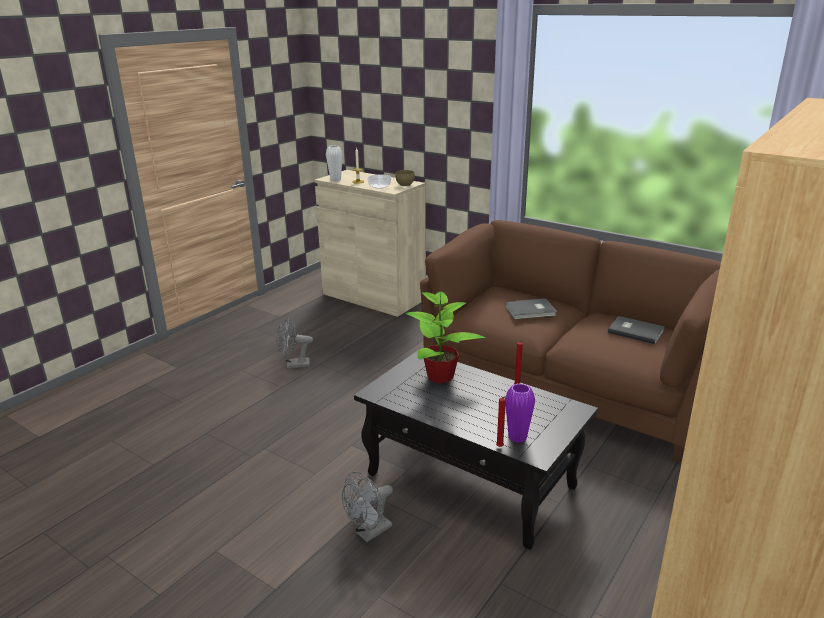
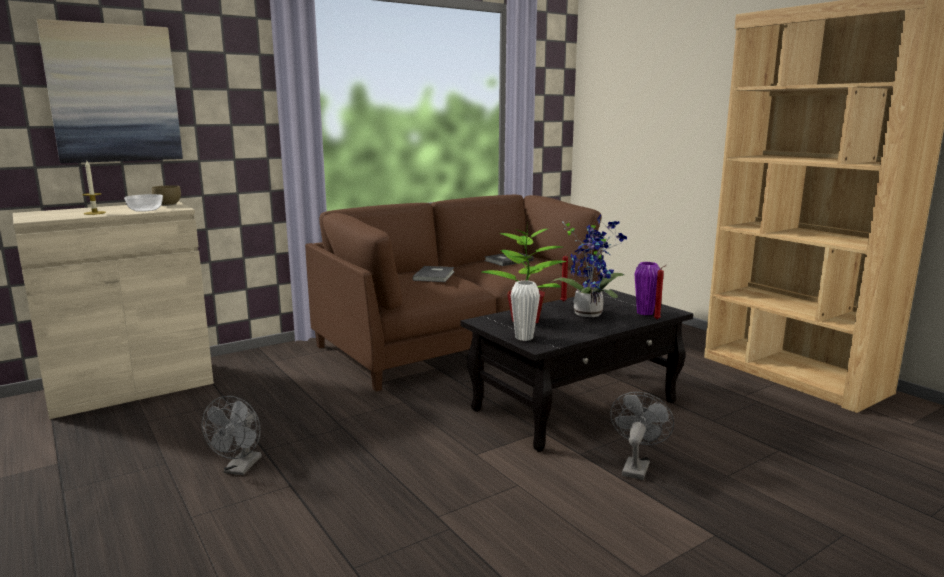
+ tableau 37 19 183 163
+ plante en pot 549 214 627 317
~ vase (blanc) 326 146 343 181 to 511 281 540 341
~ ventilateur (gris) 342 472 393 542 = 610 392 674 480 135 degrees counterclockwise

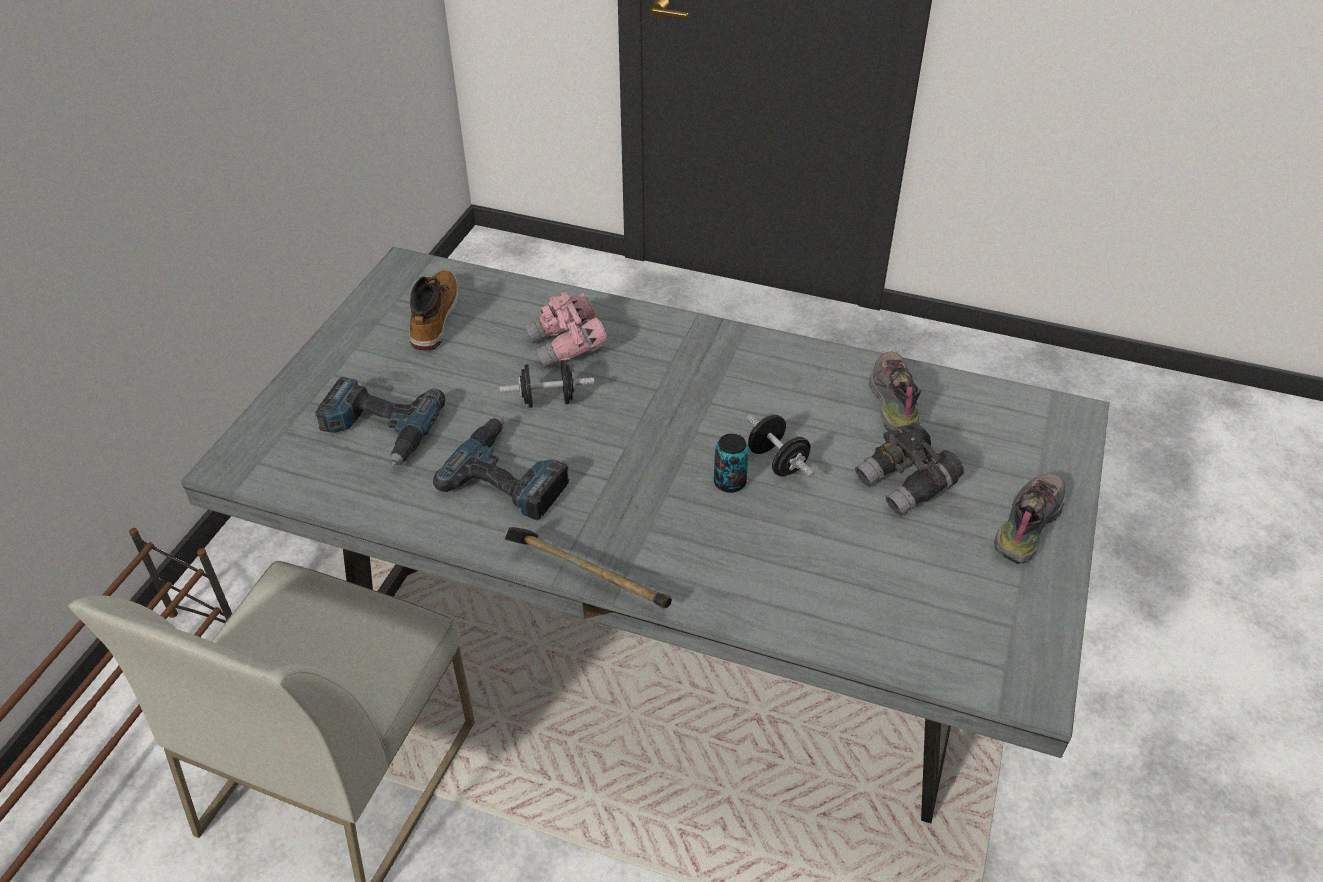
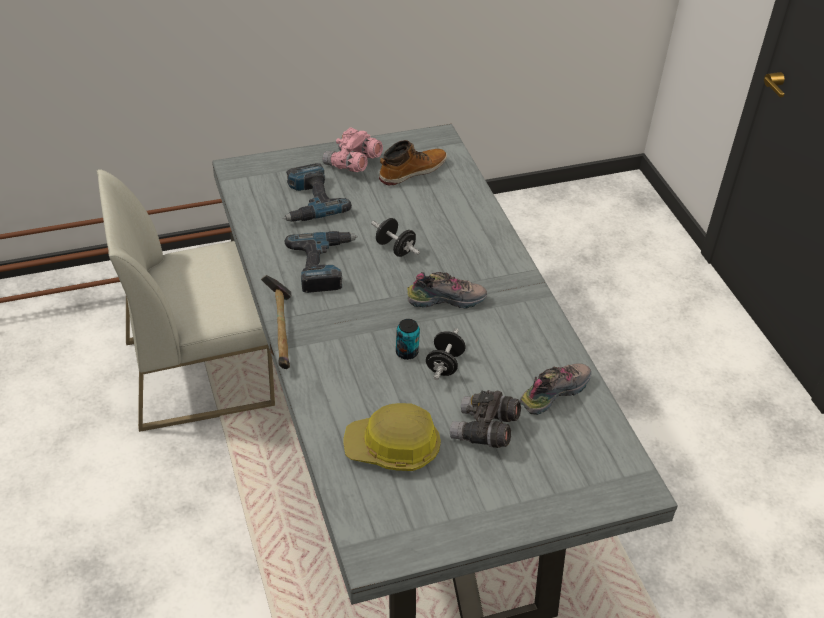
+ casque de chantier 343 403 441 471
~ jumelles (rose) 525 292 608 368 to 322 127 383 172
~ chaussure 994 473 1066 564 to 407 272 487 308

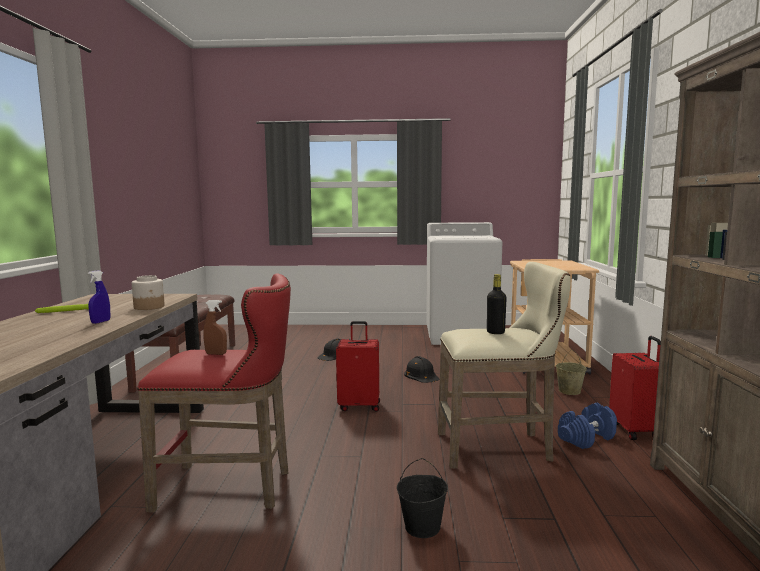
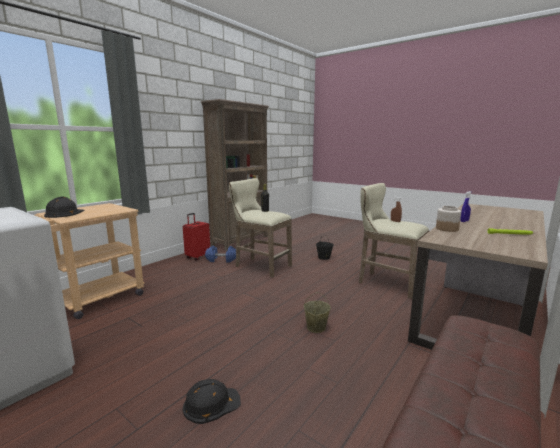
- valise (rouge) 336 321 380 412
~ casque de chantier (noir) 404 356 439 383 to 44 197 85 218
~ seau (beige) 555 350 587 395 to 304 292 331 333
~ tabouret (rouge) 137 273 291 512 to tabouret (beige) 359 183 429 299

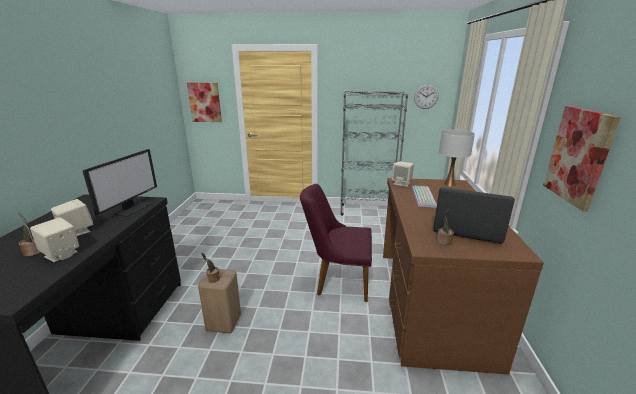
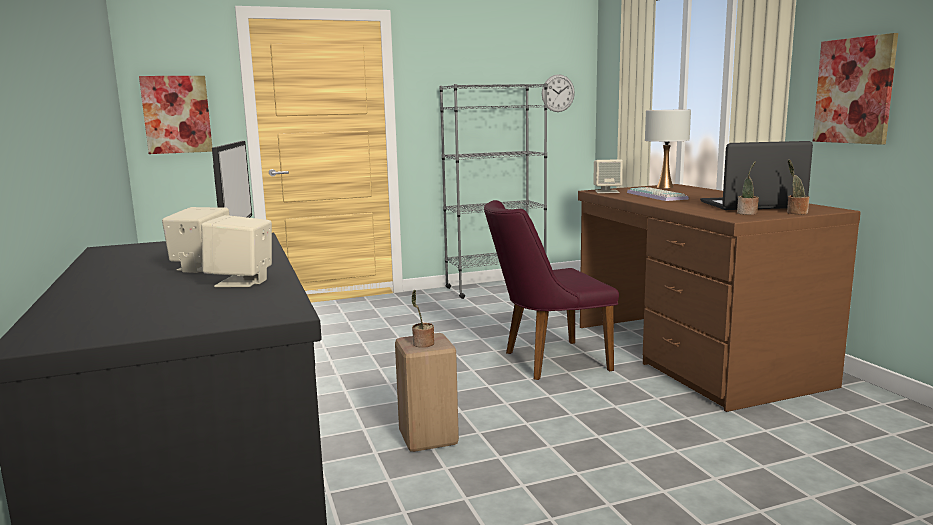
~ plante en pot 17 212 40 257 to 787 159 809 214

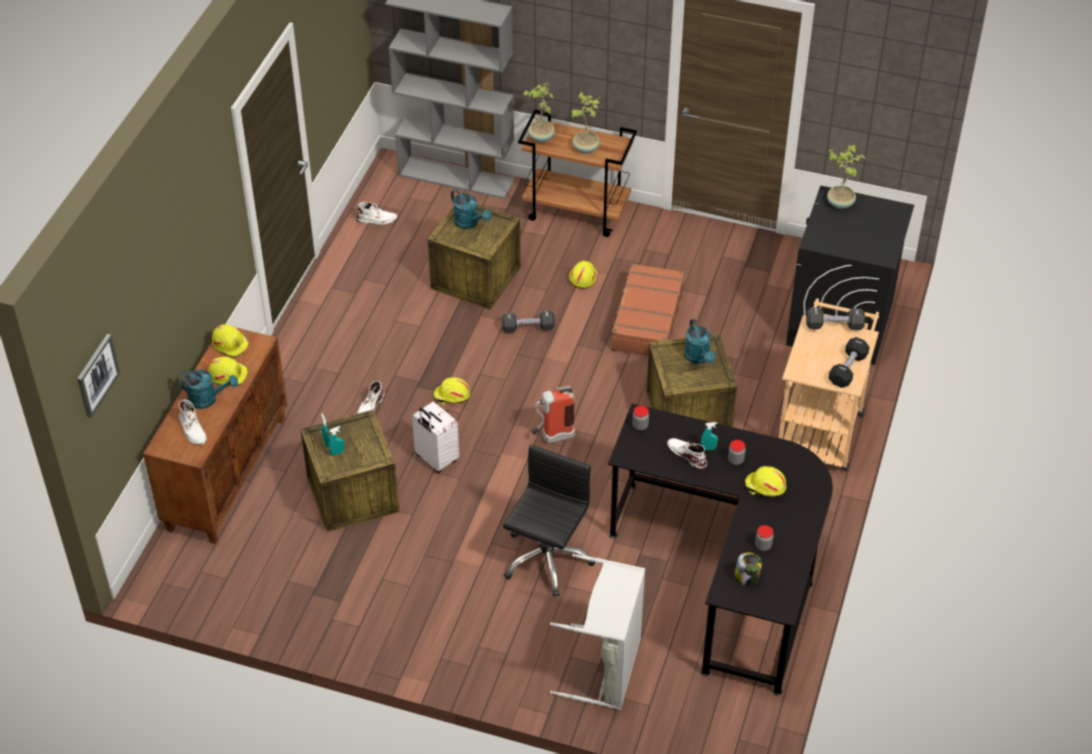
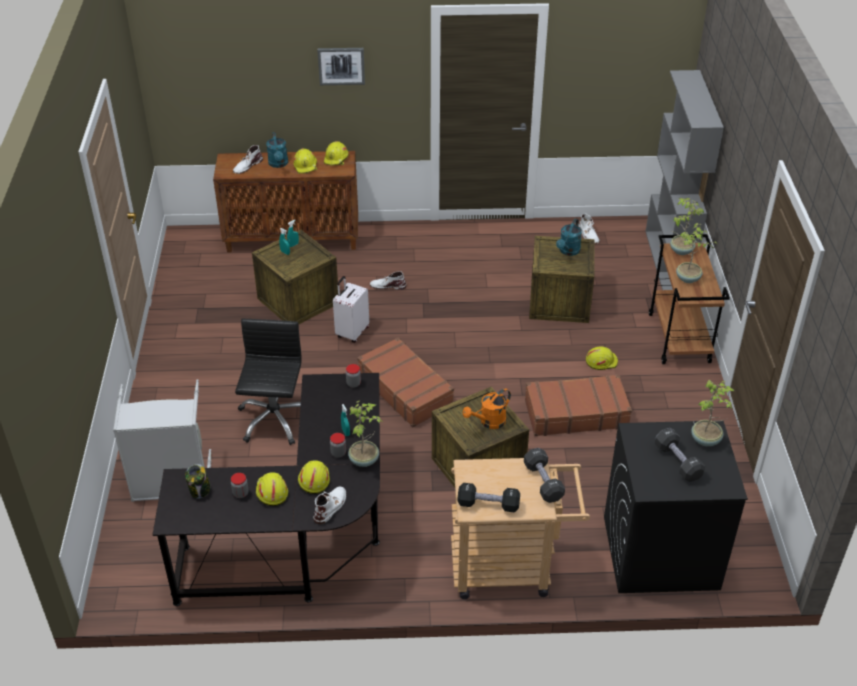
+ plante en pot 348 401 383 467
~ tableau 77 334 120 418 to 317 48 365 85
~ casque de chantier (jaune) 433 377 470 405 to 256 472 288 506
~ haltère (noir) 502 310 555 333 to 655 428 705 482
~ botte (blanc) 667 438 707 470 to 313 487 346 524
~ extincteur 531 386 575 443 to valise (marron) 357 337 454 427
~ arrosoir (turquoise) 684 319 715 364 to arrosoir (orange) 463 389 511 429
~ chaise de bureau (noir) 503 445 595 597 = 235 319 302 445 90 degrees counterclockwise

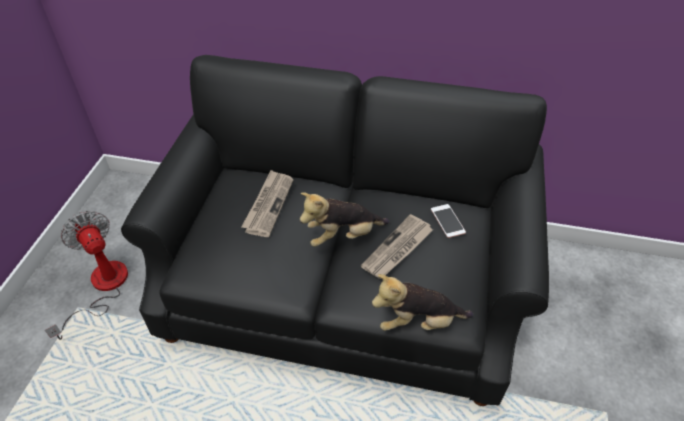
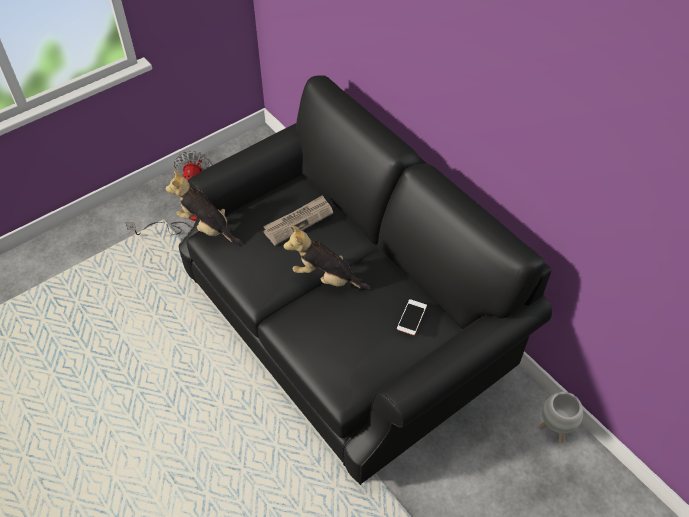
- journal 361 214 433 279
+ cache-pot (blanc) 539 392 583 443
~ peluche 372 274 473 331 to 166 170 243 245

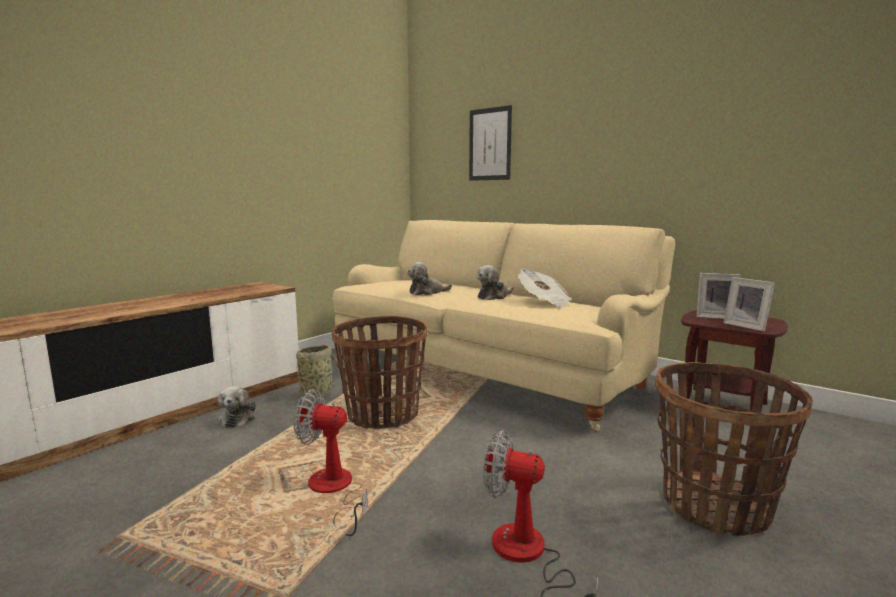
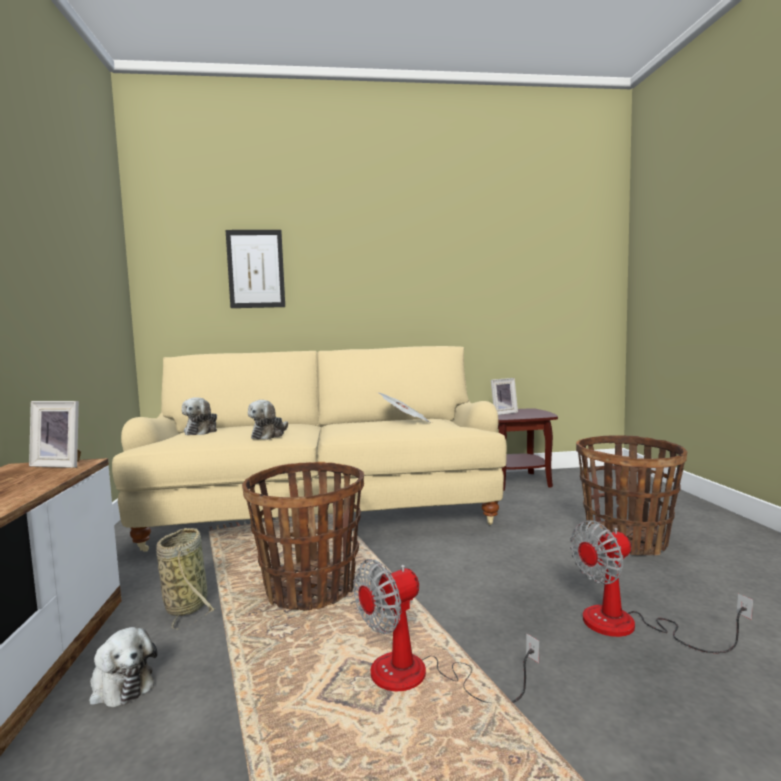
~ peluche 476 265 514 300 to 182 397 217 435
~ cadre photo 723 277 775 331 to 29 401 81 468

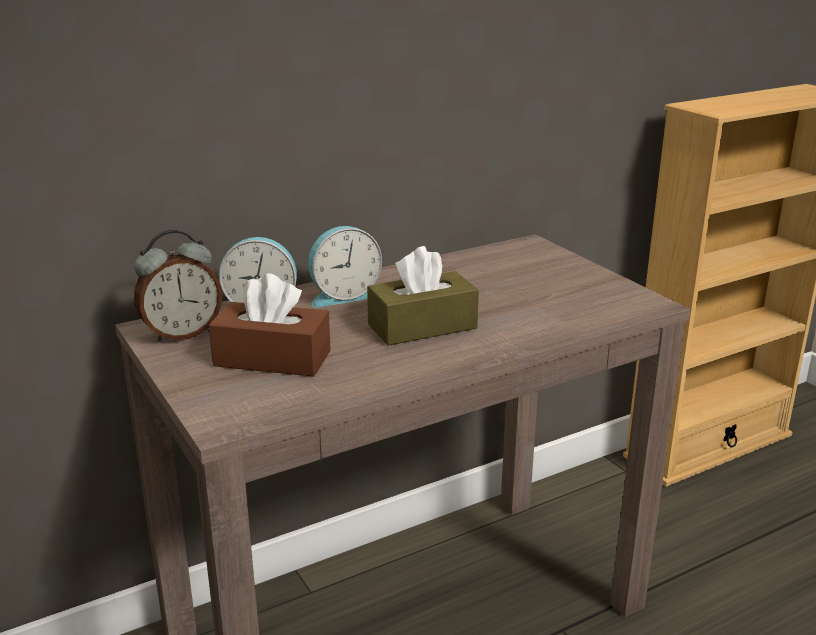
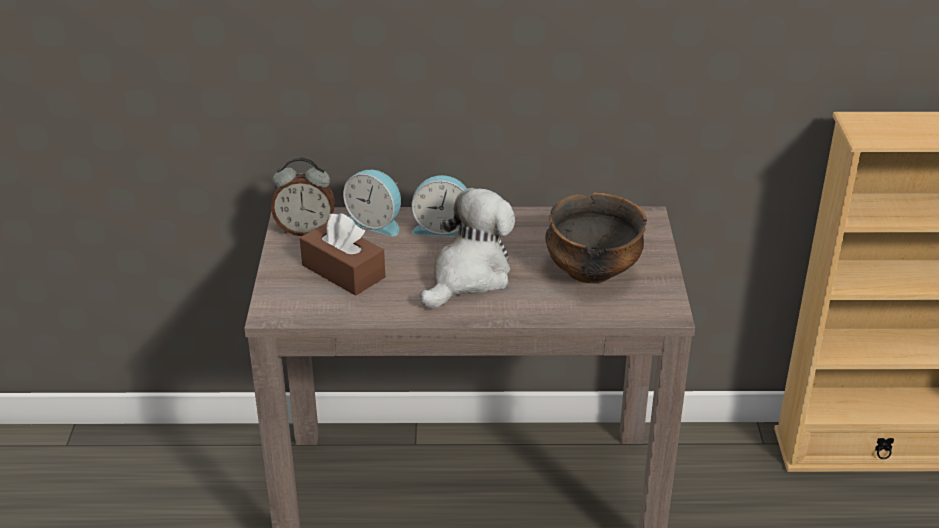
+ bol 545 192 647 283
~ boîte à mouchoirs (marron) 367 246 479 345 to peluche 421 188 515 308

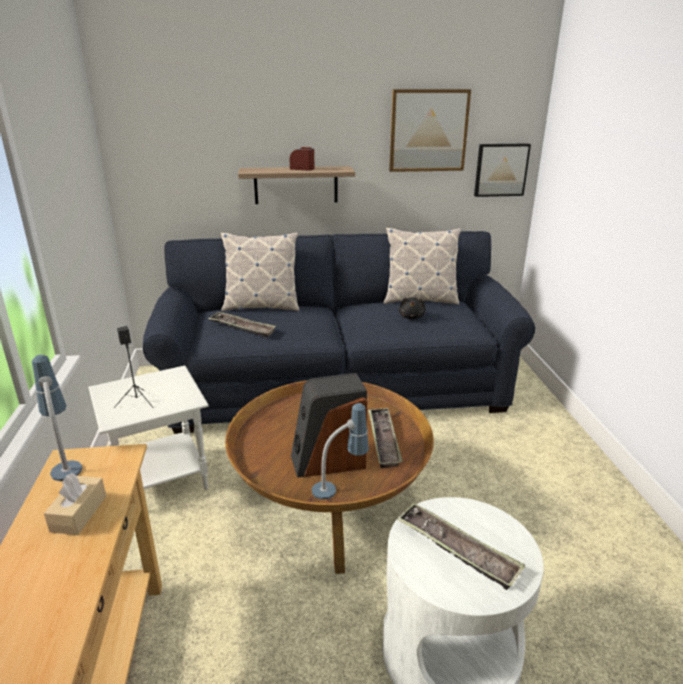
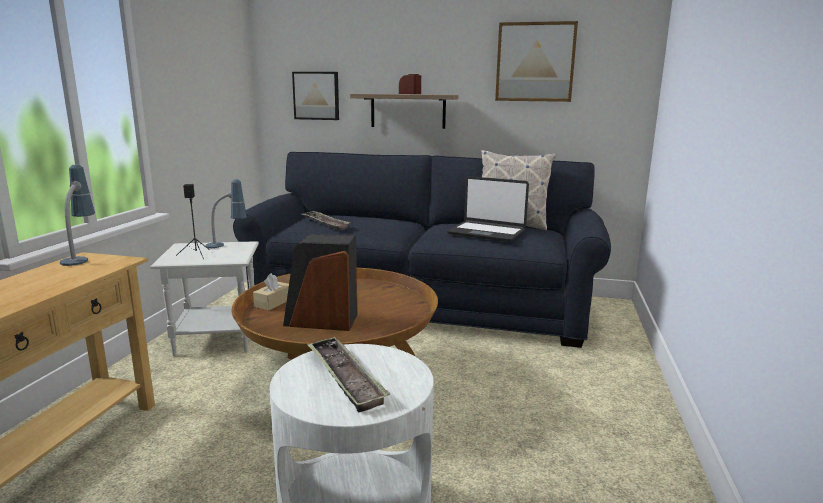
- coussin 221 232 299 311
- plateau 368 408 403 468
~ boîte à mouchoirs (beige) 44 473 106 535 to 253 273 289 310
~ lampe de table 312 403 369 499 to 205 179 247 248
~ tableau 474 143 531 197 to 292 72 339 120
~ peluche (noir) 399 297 426 319 to ordinateur portable 447 176 529 242

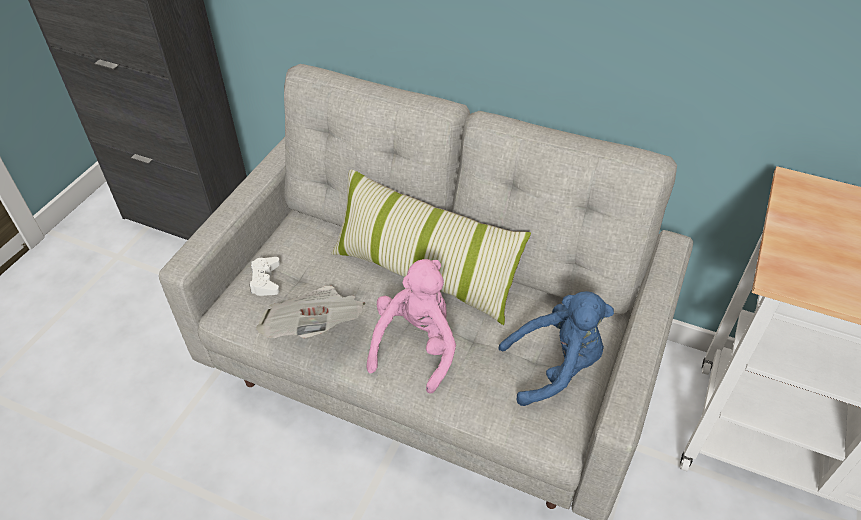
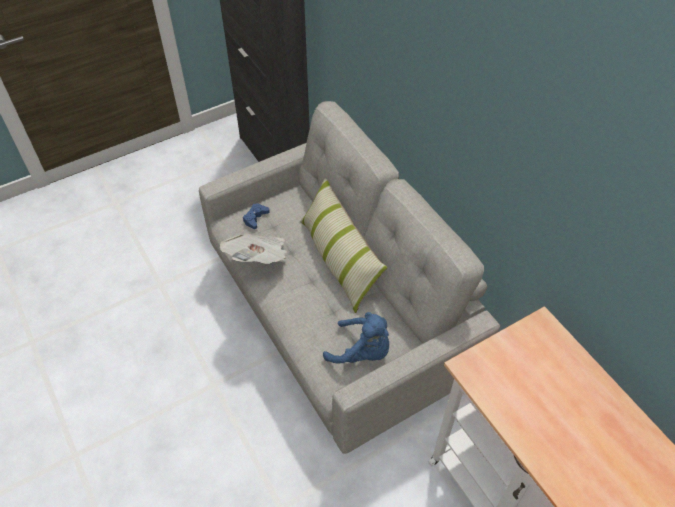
- peluche (rose) 367 259 456 394
~ manette (blanc) 250 257 280 296 to manette (bleu) 243 203 270 229

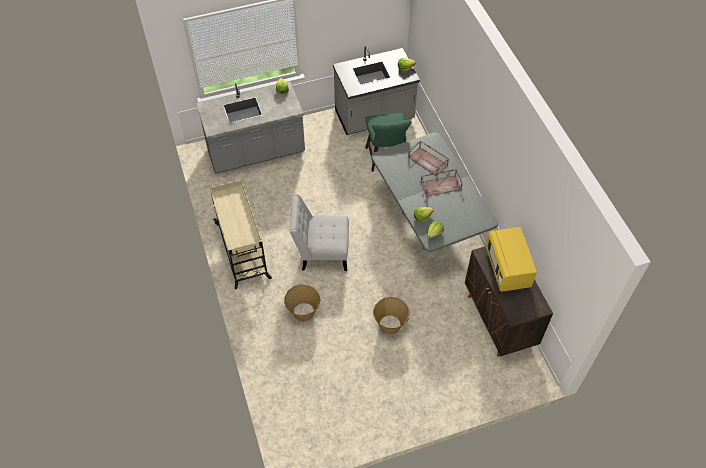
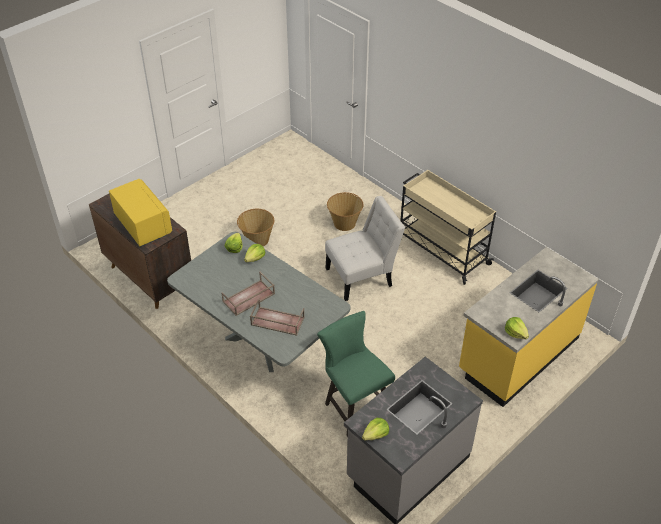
~ comptoir de cuisine (gris) 196 81 305 174 to comptoir de cuisine (jaune) 459 247 599 407

